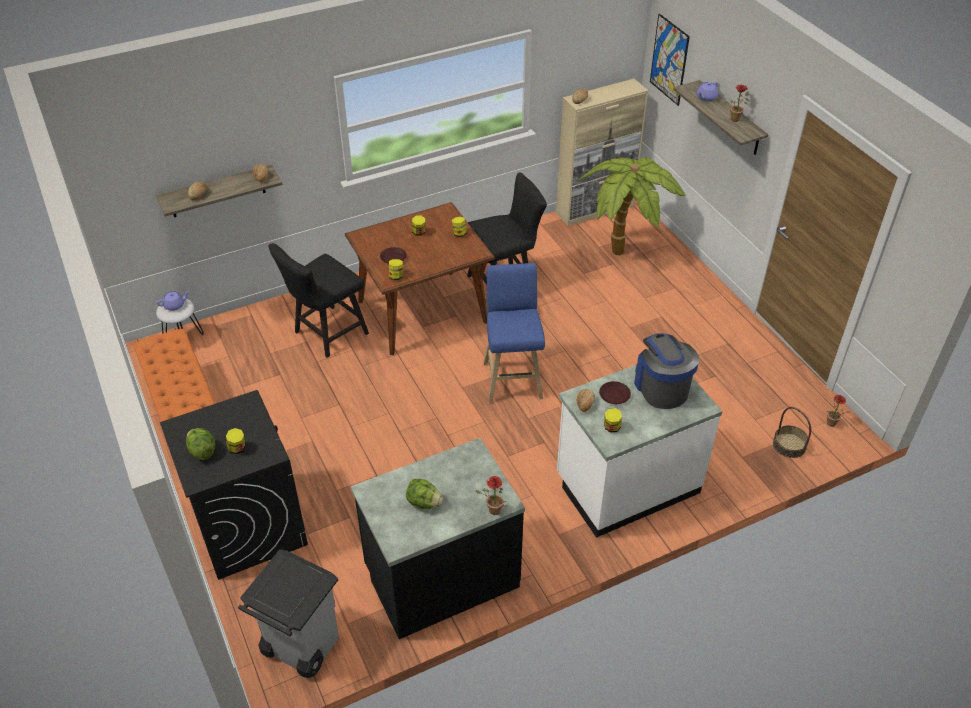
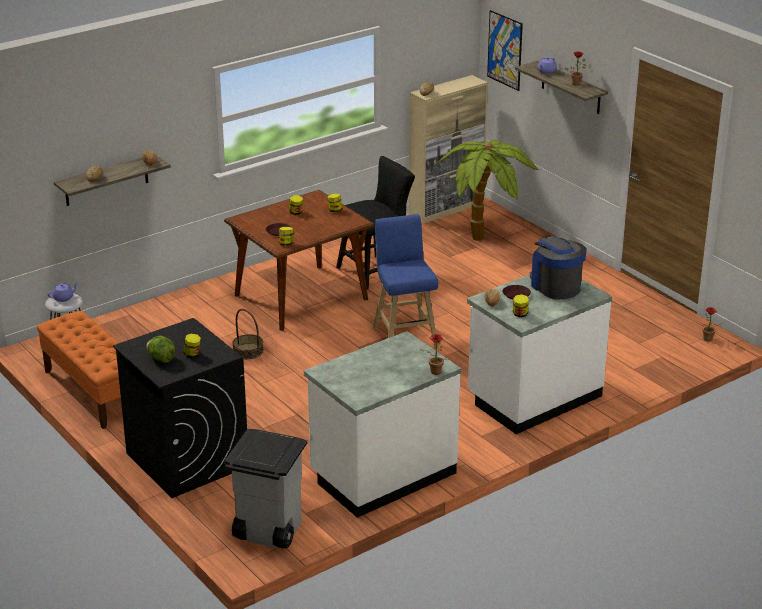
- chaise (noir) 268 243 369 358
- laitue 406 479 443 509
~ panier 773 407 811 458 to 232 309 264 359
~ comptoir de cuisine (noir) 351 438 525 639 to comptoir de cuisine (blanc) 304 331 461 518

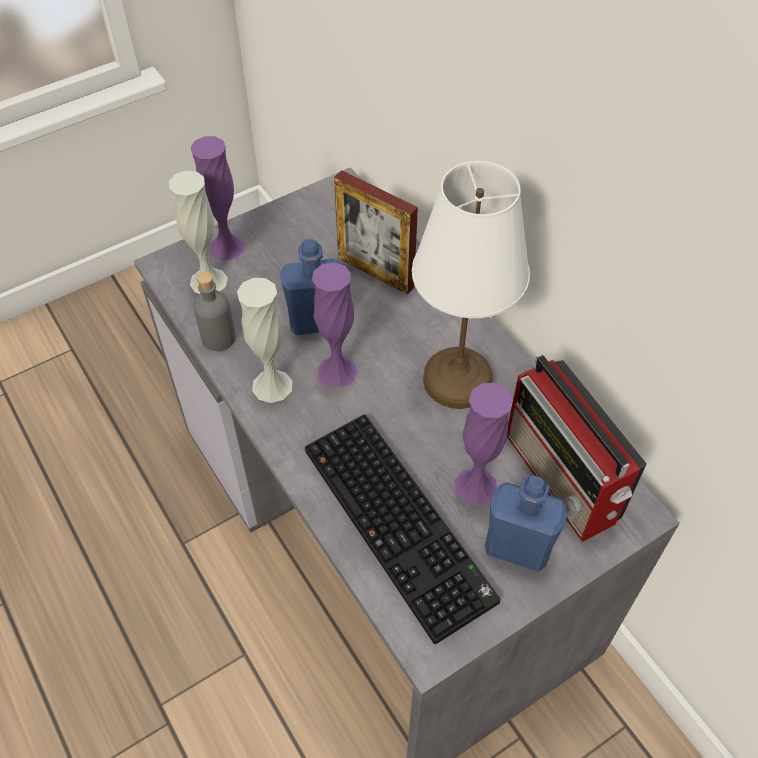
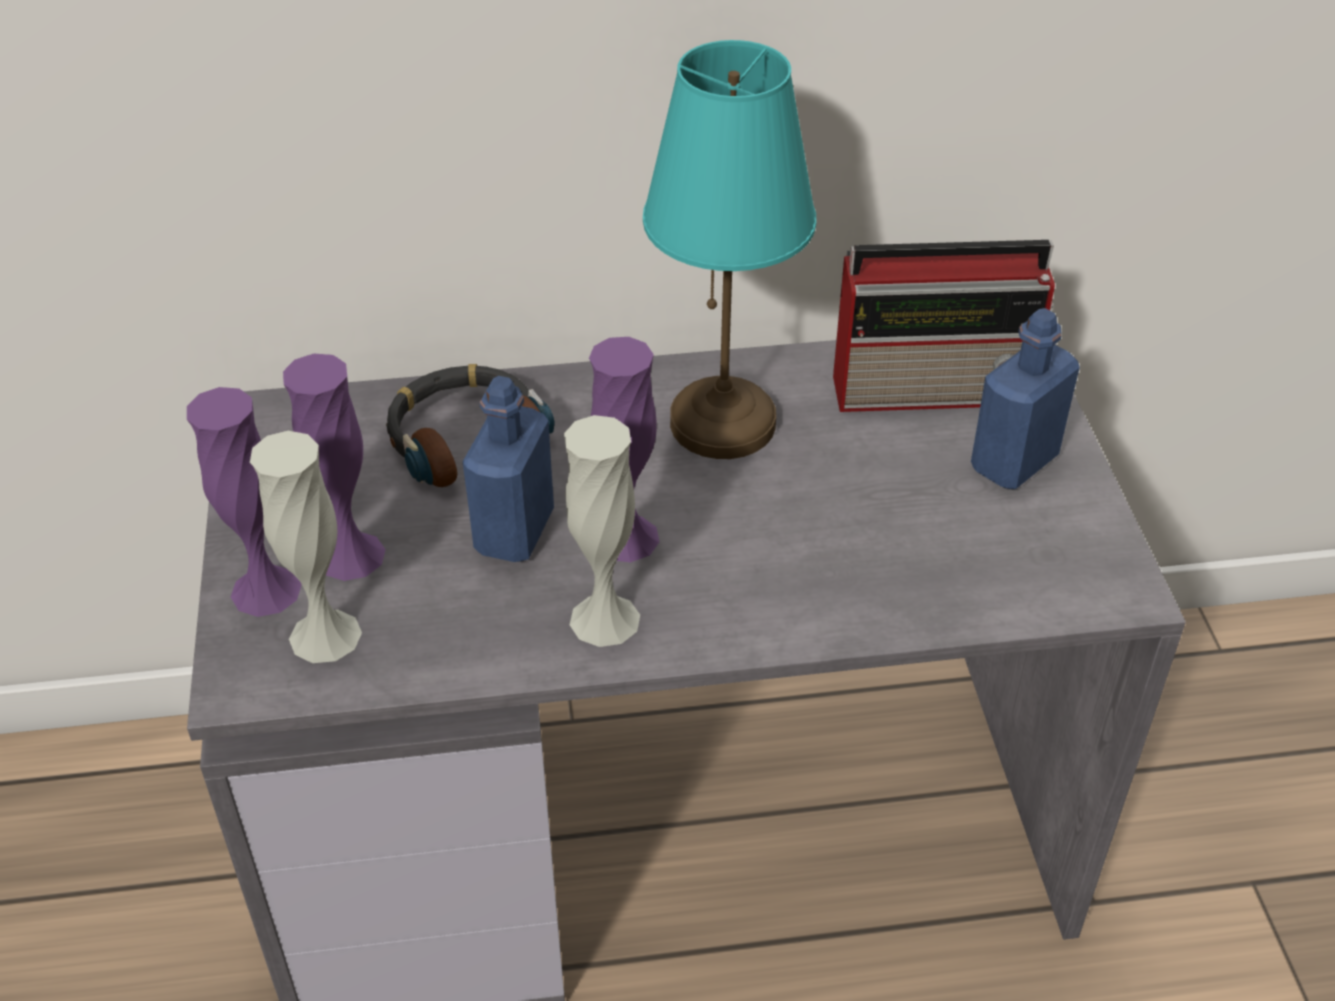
- bouteille (gris) 193 272 236 351
- clavier 305 414 500 644
~ vase (violet) 454 383 513 506 to 283 354 386 581
~ cadre photo 334 170 418 295 to casque audio 386 364 555 487
~ lampe de table (blanc) 412 161 530 409 to lampe de table (turquoise) 643 40 816 459

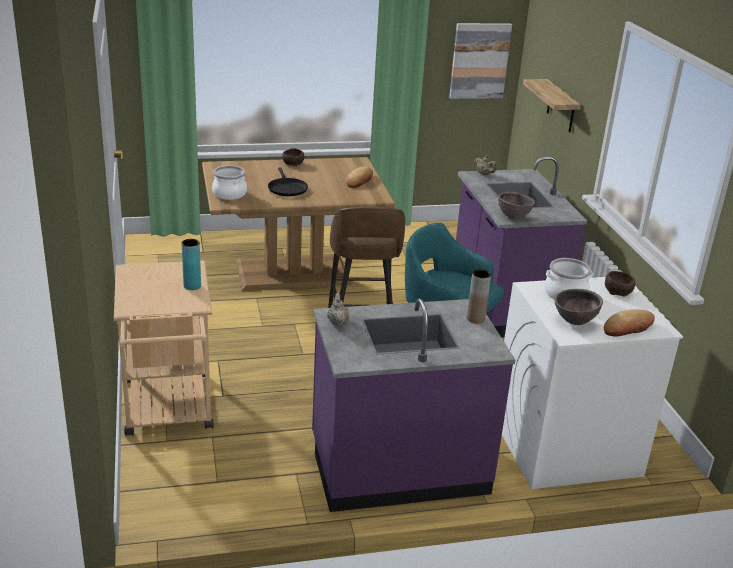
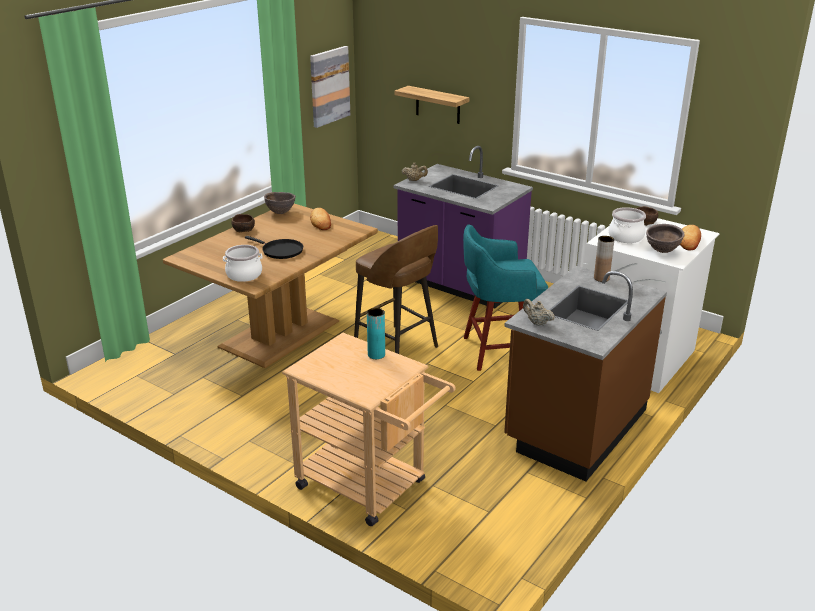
~ bol (marron) 498 192 535 219 to 264 192 296 214
~ comptoir de cuisine (violet) 312 298 515 512 to comptoir de cuisine (marron) 504 266 667 481

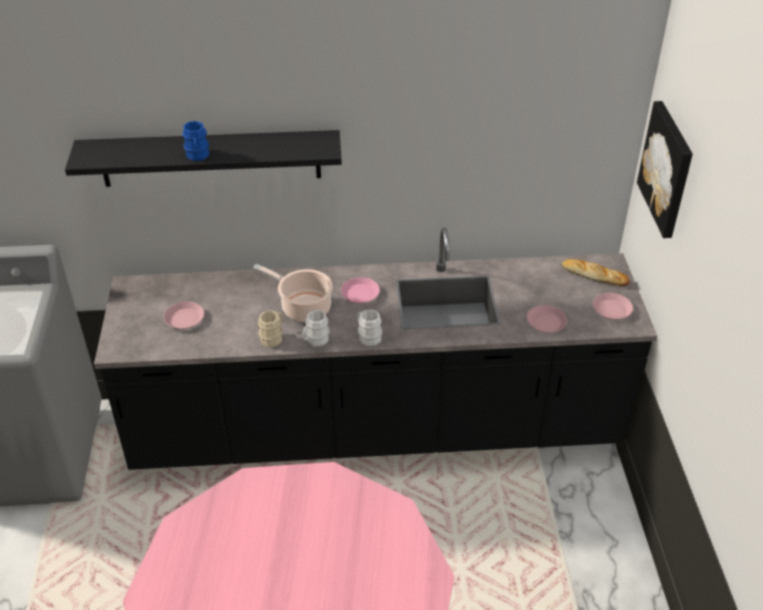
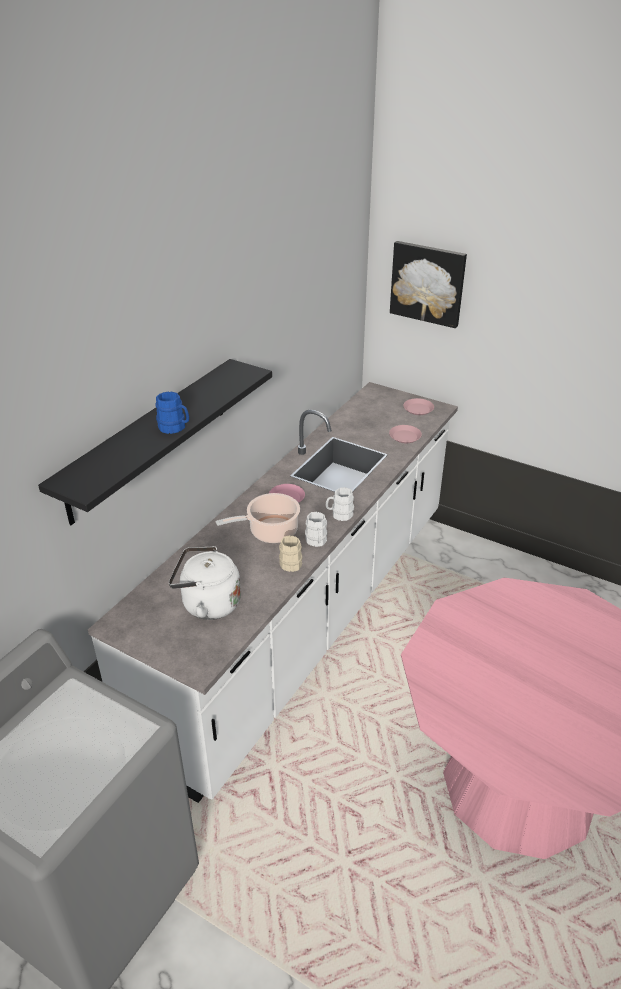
- pain 562 259 630 286
~ assiette (rose) 164 302 204 329 to bouilloire (blanc) 169 546 241 620
~ comptoir de cuisine (noir) 94 227 657 470 to comptoir de cuisine (blanc) 88 382 458 803

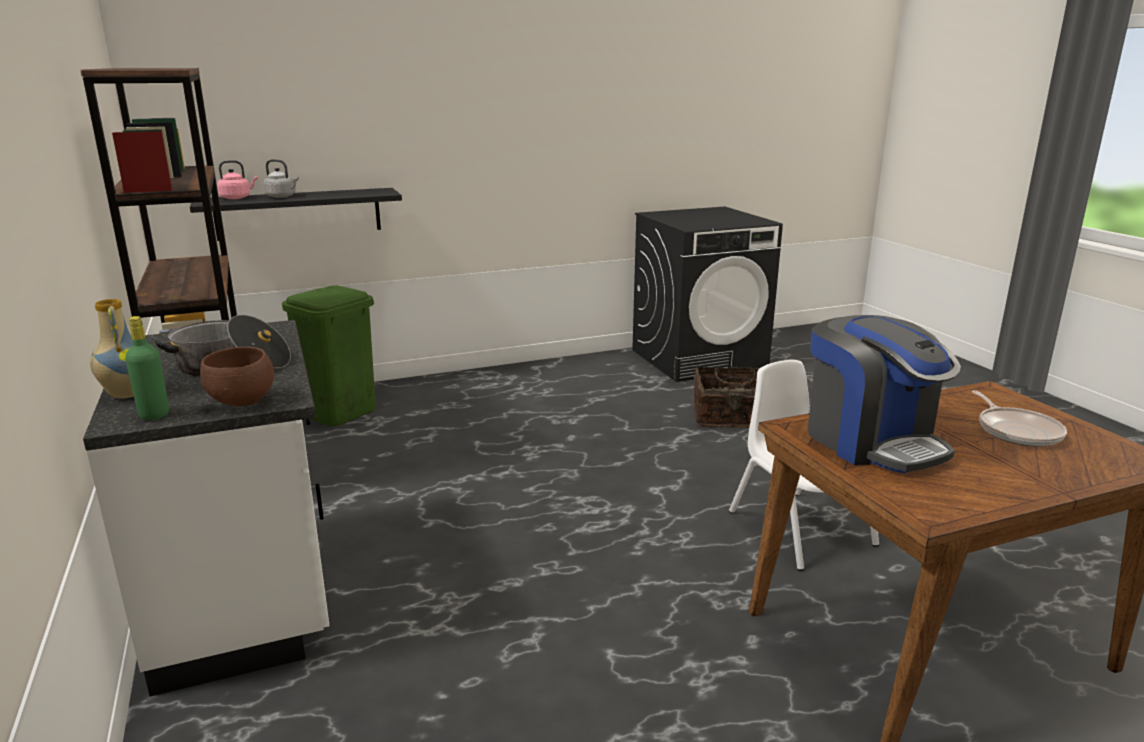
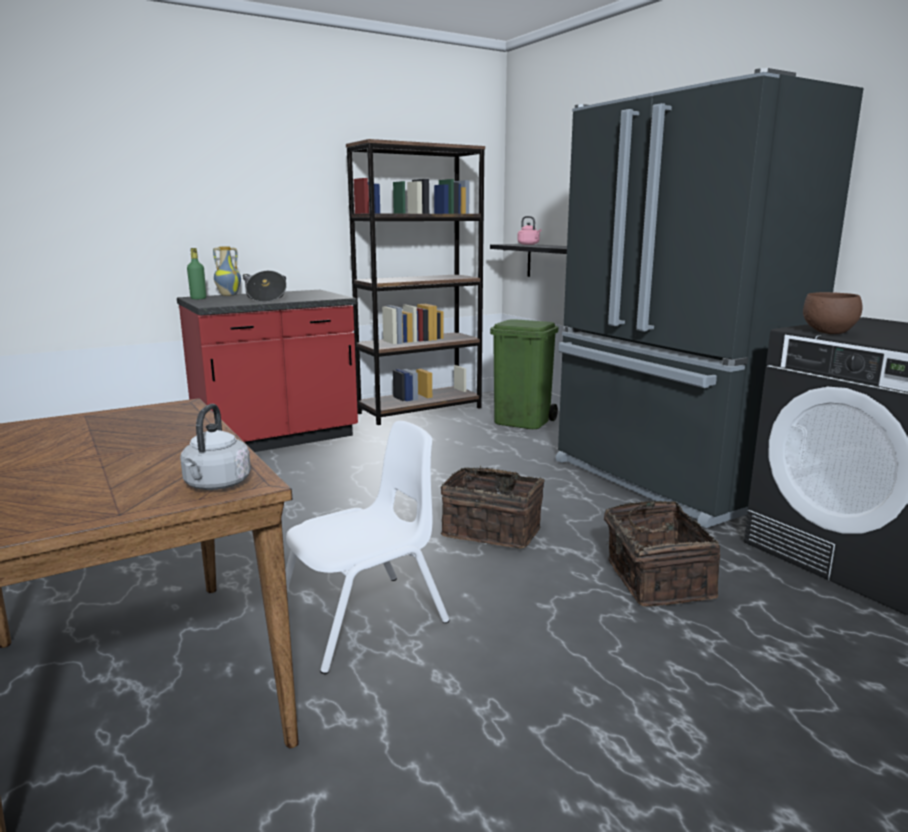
- machine à café 808 315 961 473
- poêle 972 390 1067 447
+ panier 441 466 545 549
+ réfrigérateur (noir) 555 68 864 528
~ bol (marron) 200 347 274 406 to 803 292 863 334
~ bouilloire (gris) 263 159 299 198 to 180 404 251 490
~ comptoir de cuisine (blanc) 83 320 329 696 to comptoir de cuisine (rouge) 177 290 358 452

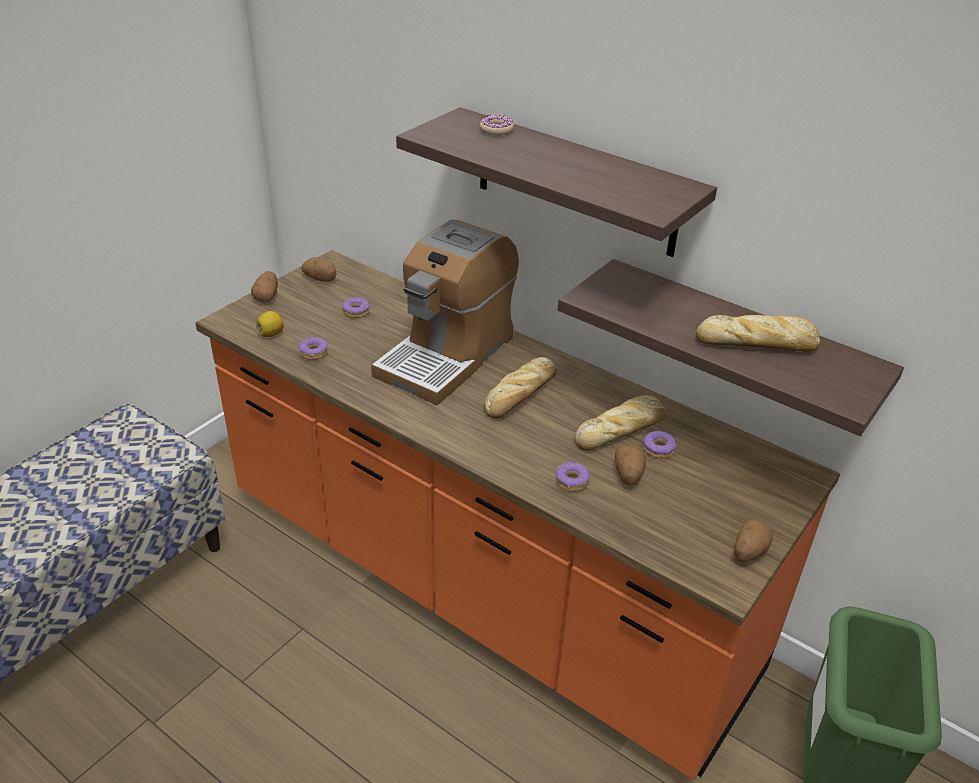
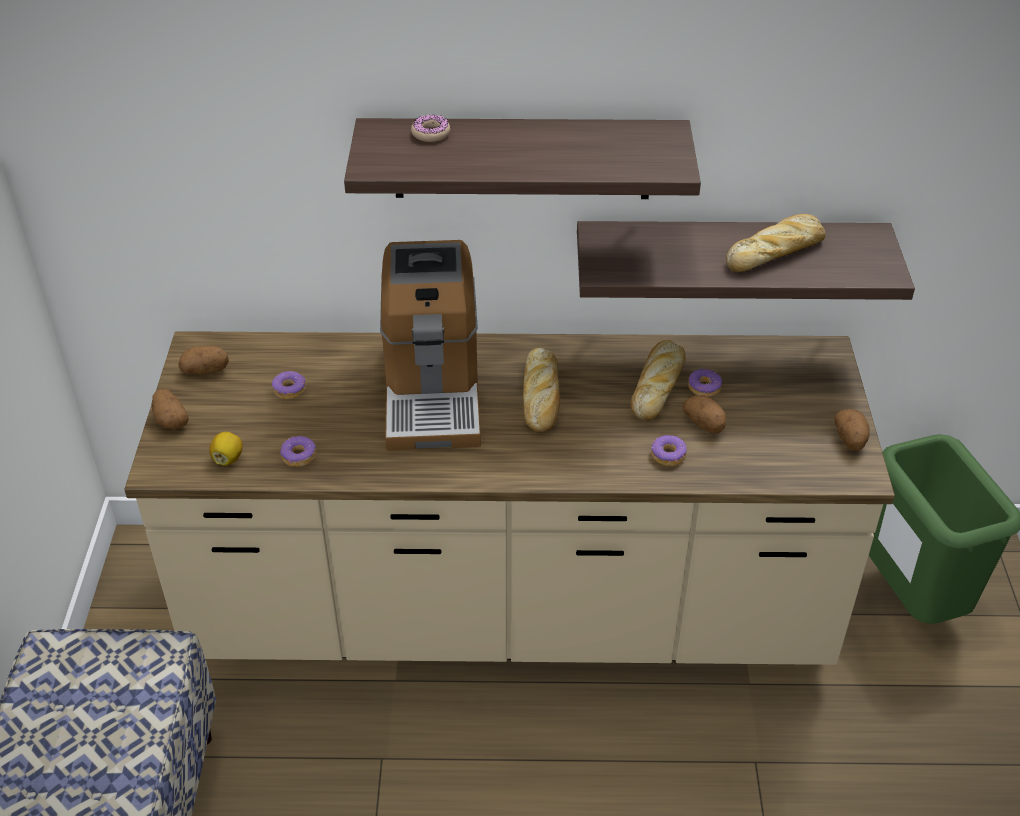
~ comptoir de cuisine (orange) 195 250 840 780 to comptoir de cuisine (beige) 124 331 895 665

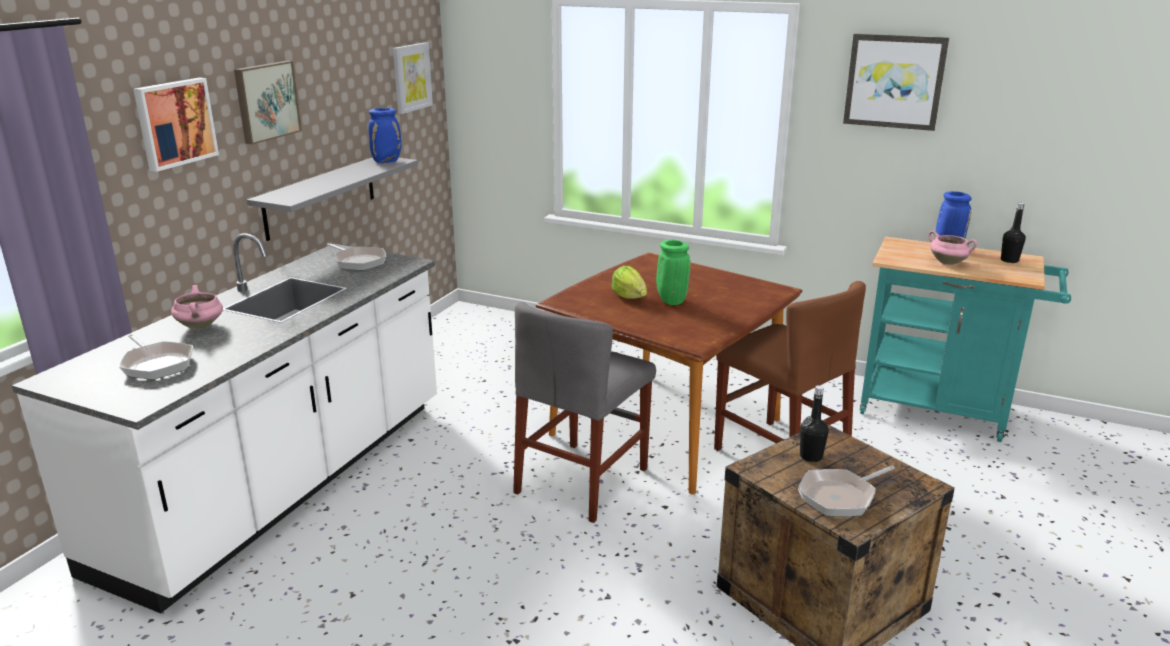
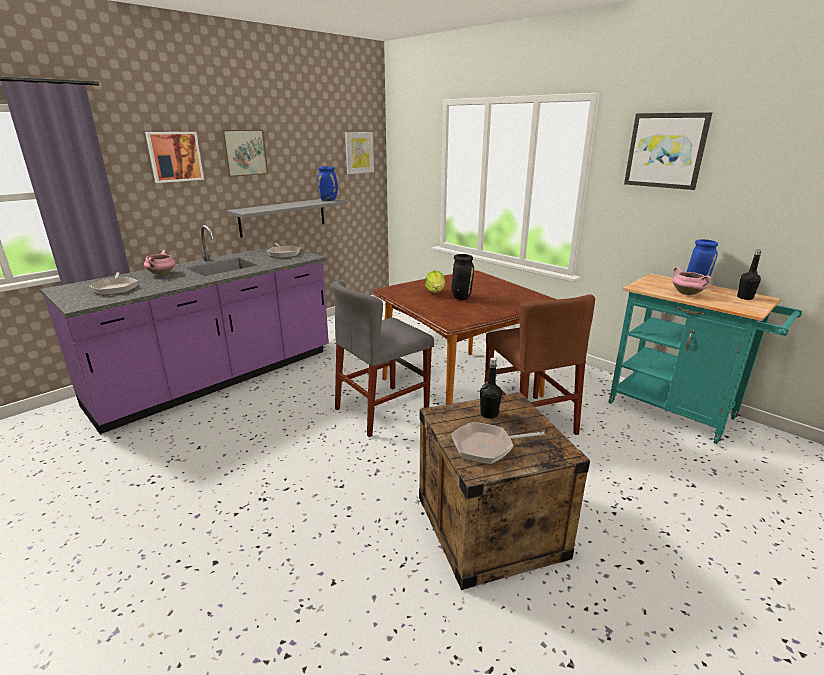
~ comptoir de cuisine (blanc) 12 233 437 613 to comptoir de cuisine (violet) 40 225 329 434
~ vase (vert) 656 240 691 305 to vase (noir) 451 254 474 300

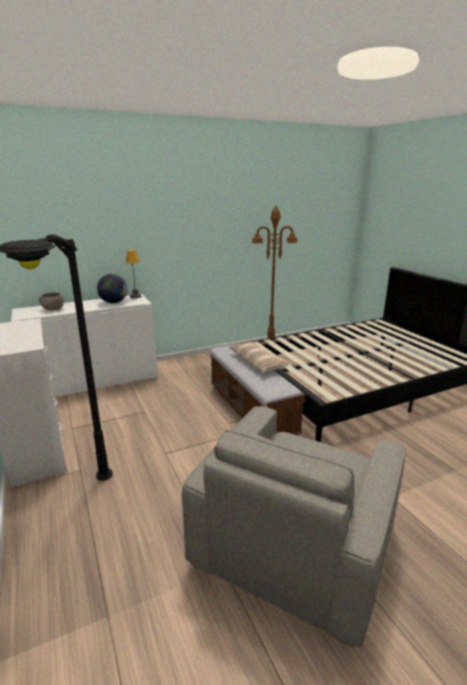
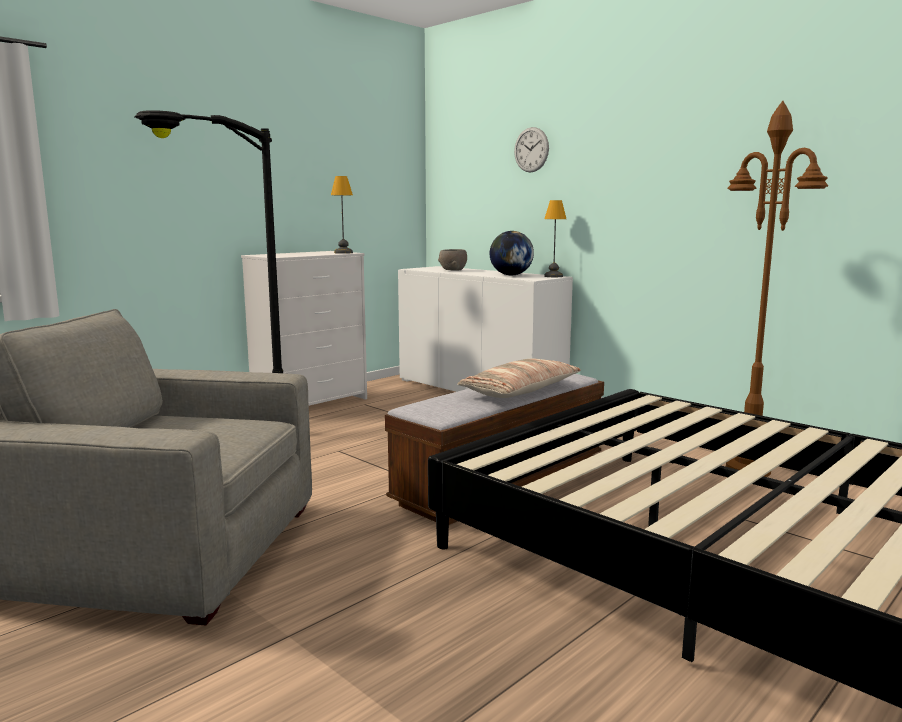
+ lampe de table 331 176 353 254
+ horloge murale 514 127 549 172

